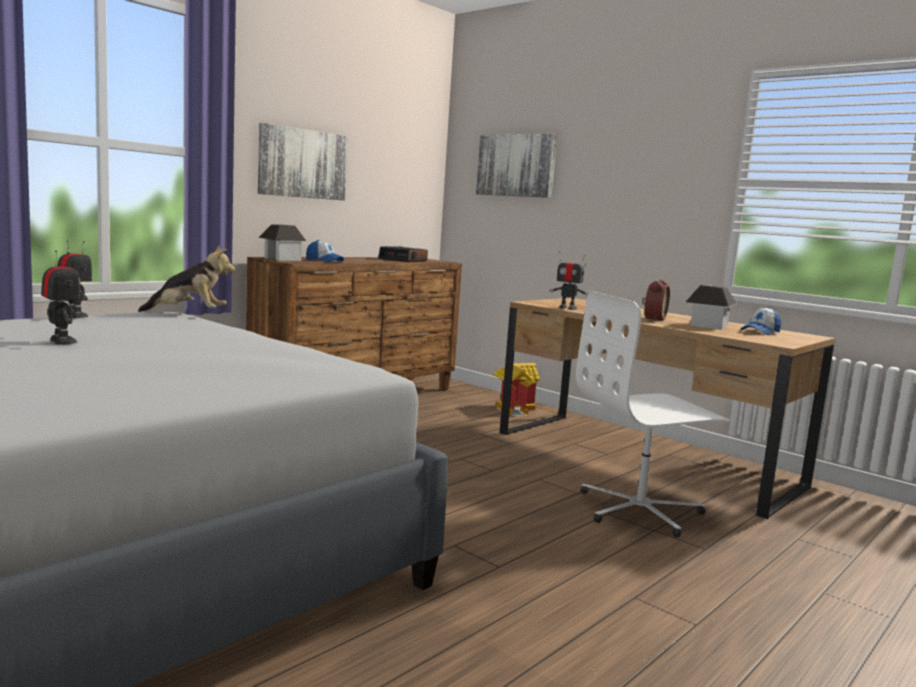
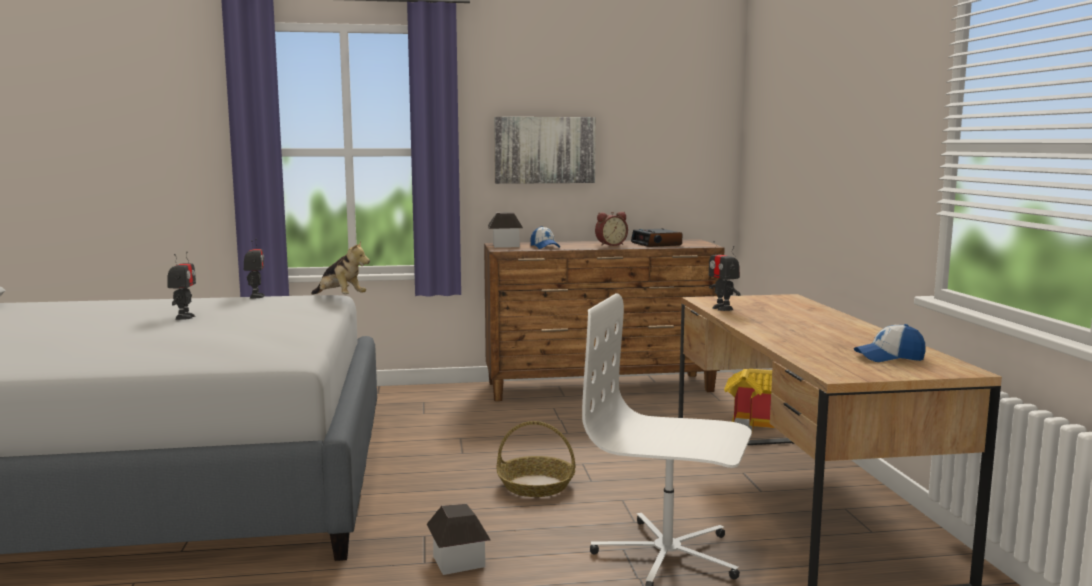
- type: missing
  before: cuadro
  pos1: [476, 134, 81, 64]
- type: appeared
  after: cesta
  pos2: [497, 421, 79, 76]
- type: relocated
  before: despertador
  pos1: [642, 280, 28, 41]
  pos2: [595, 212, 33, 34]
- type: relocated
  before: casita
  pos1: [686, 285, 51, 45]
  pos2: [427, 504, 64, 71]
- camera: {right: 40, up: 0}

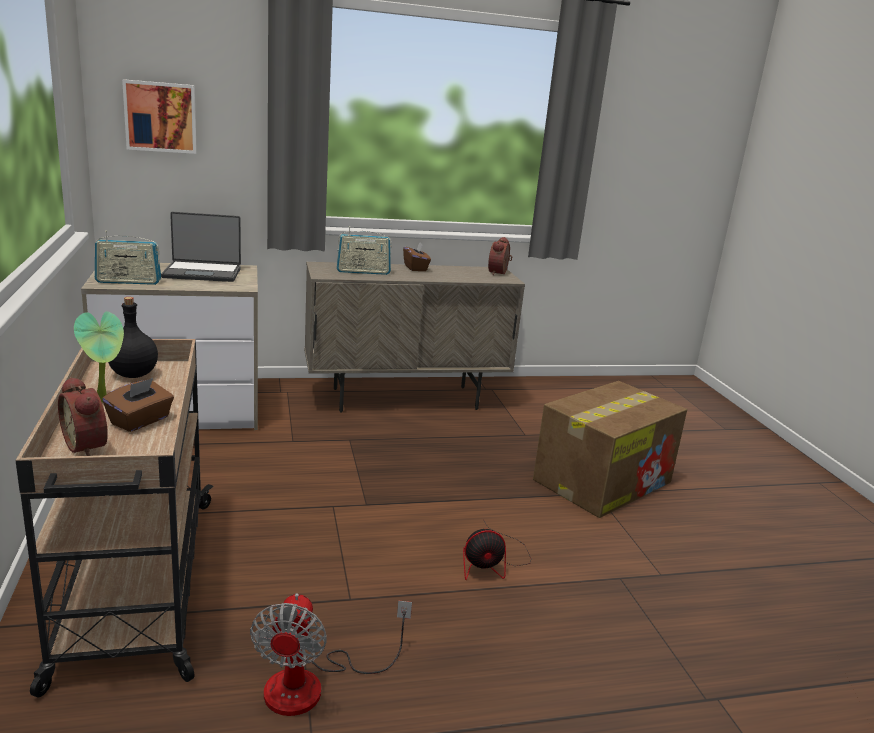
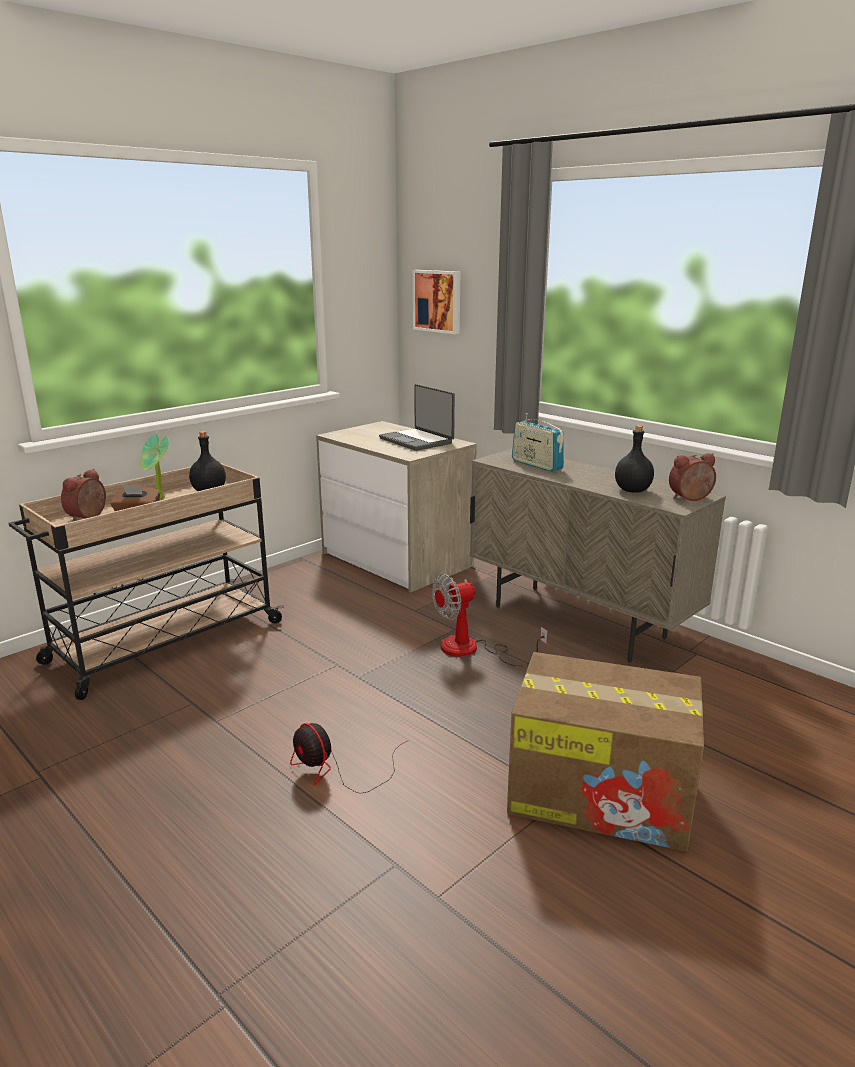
- type: missing
  before: radio
  pos1: [95, 231, 66, 54]
- type: missing
  before: caja de pañuelos [marrón]
  pos1: [403, 242, 28, 29]
- type: appeared
  after: botella [negro]
  pos2: [615, 425, 39, 67]
- type: relocated
  before: ventilador
  pos1: [250, 593, 162, 123]
  pos2: [432, 574, 116, 93]
- camera: {right: 60, up: 0}

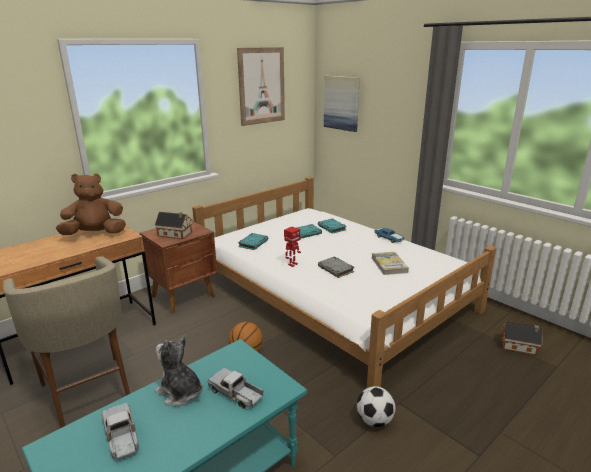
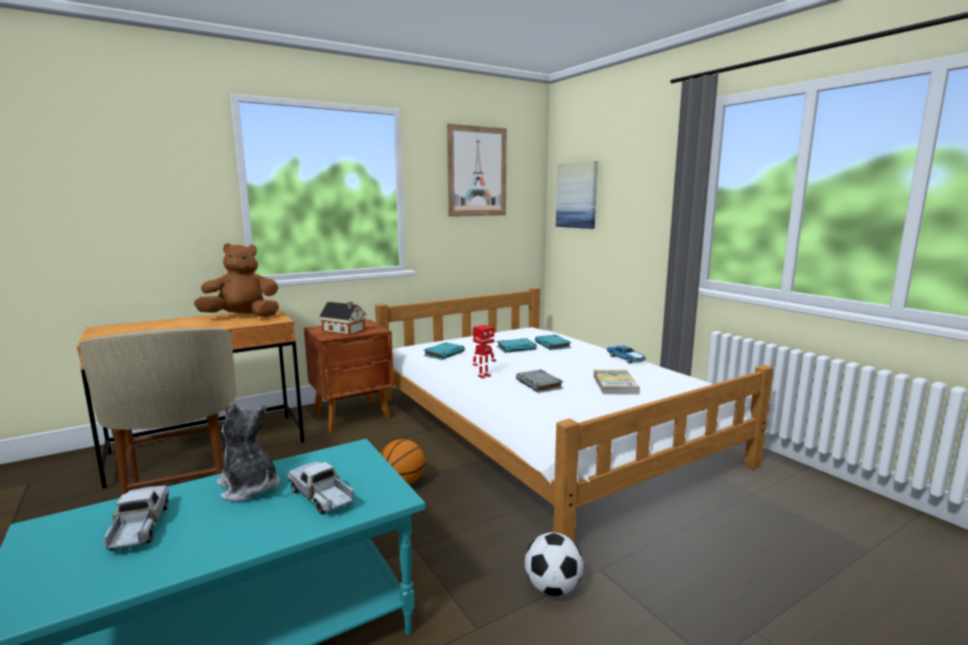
- type: missing
  before: casita
  pos1: [501, 322, 42, 33]
- camera: {right: 10, up: -10}

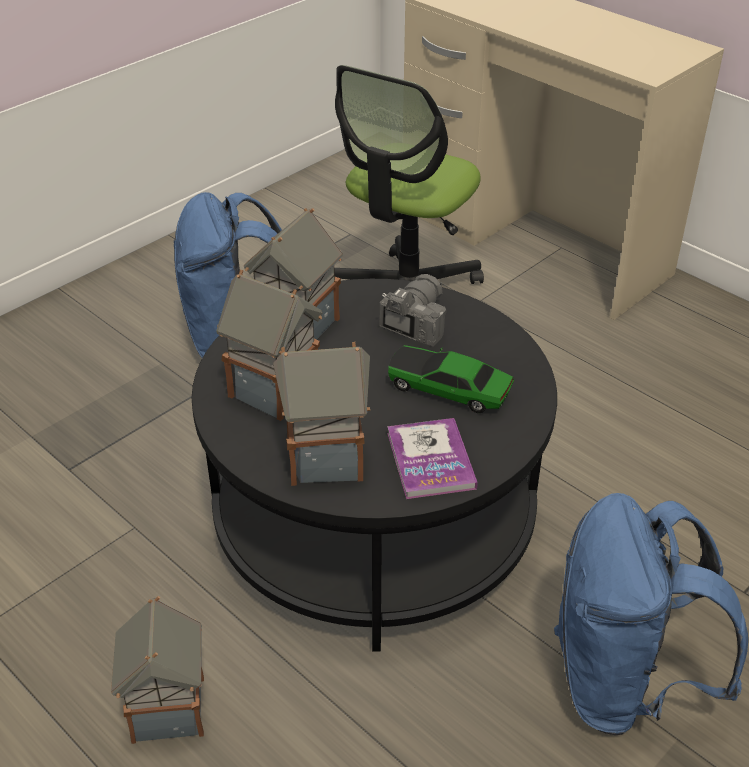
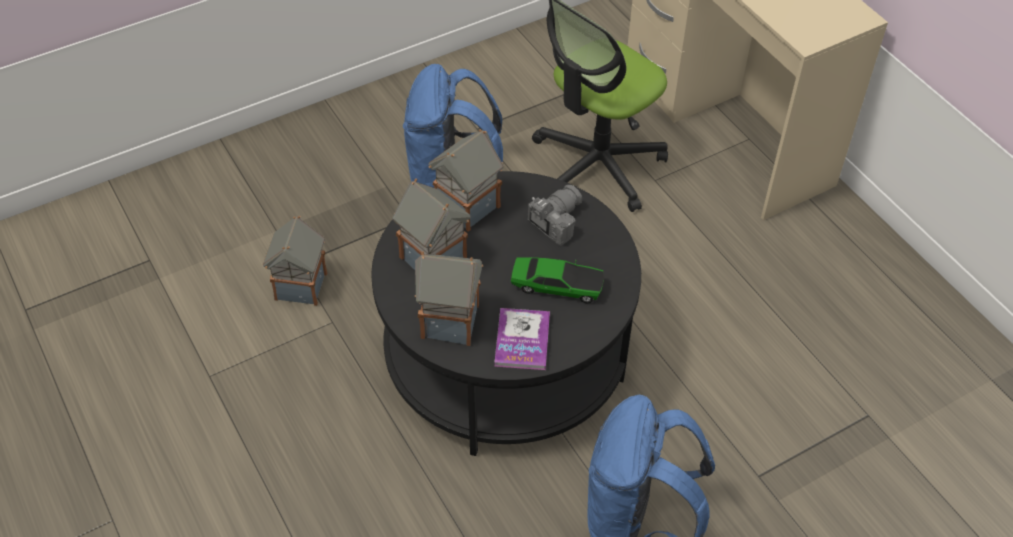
- type: relocated
  before: casita
  pos1: [111, 596, 93, 148]
  pos2: [263, 216, 64, 90]
- type: spun
  before: coche de juguete
  pos1: [388, 345, 126, 68]
  pos2: [511, 257, 93, 47]
  turn: 150
- camera: {right: 15, up: 10}

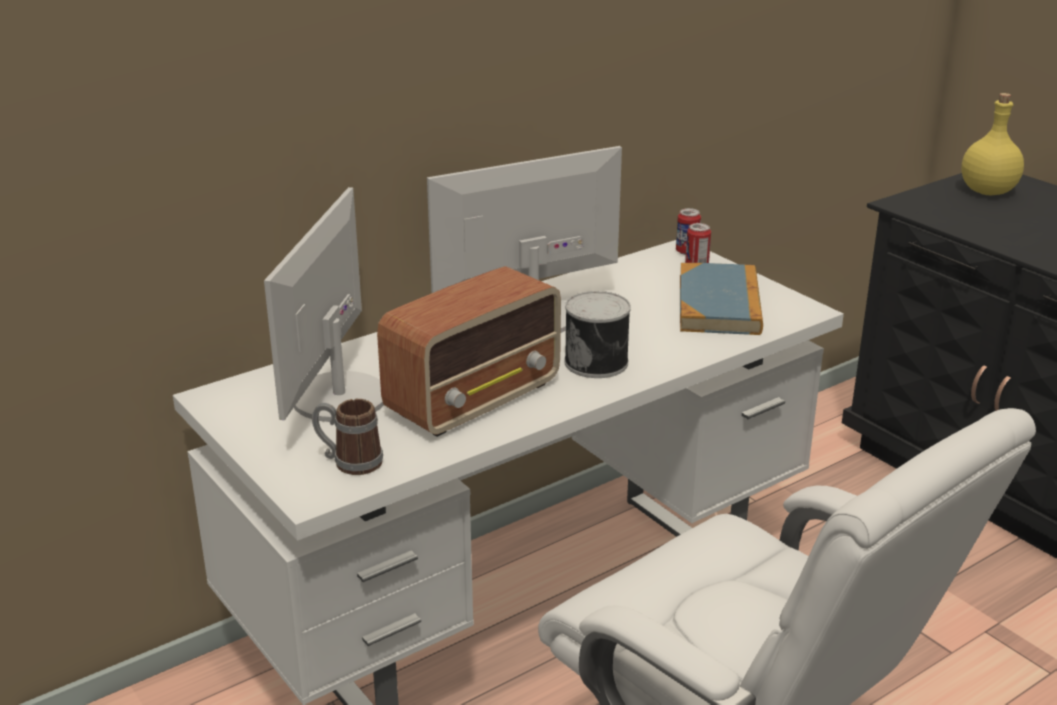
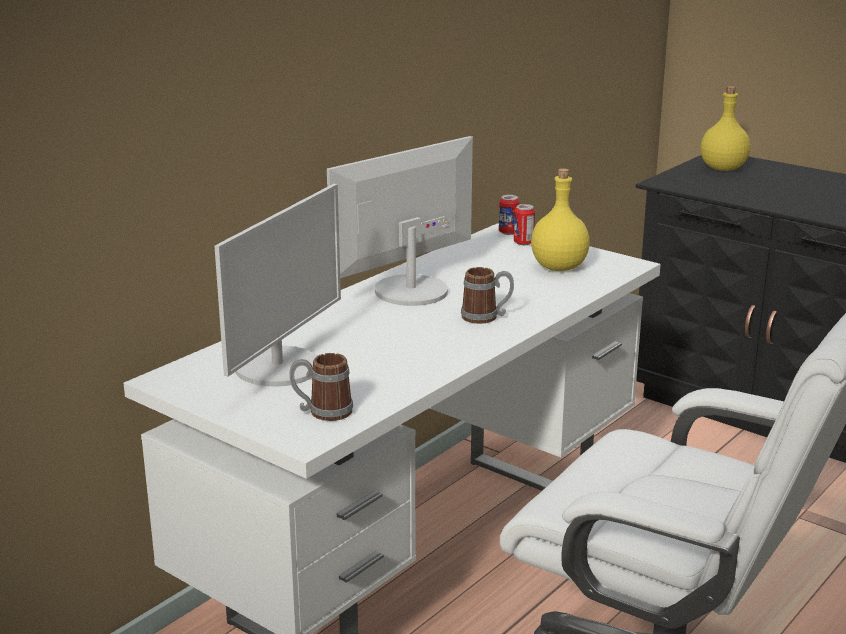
- type: missing
  before: radio
  pos1: [377, 266, 184, 171]
- type: exchanged
  before: lata
  after: taza grande
  pos1: [564, 291, 67, 87]
  pos2: [461, 267, 53, 57]
- type: exchanged
  before: libro
  after: botella [amarillo]
  pos1: [680, 263, 83, 72]
  pos2: [531, 168, 59, 103]
- type: spun
  before: monitor
  pos1: [264, 187, 120, 235]
  pos2: [214, 184, 127, 202]
  turn: -150
- camera: {right: -15, up: -5}

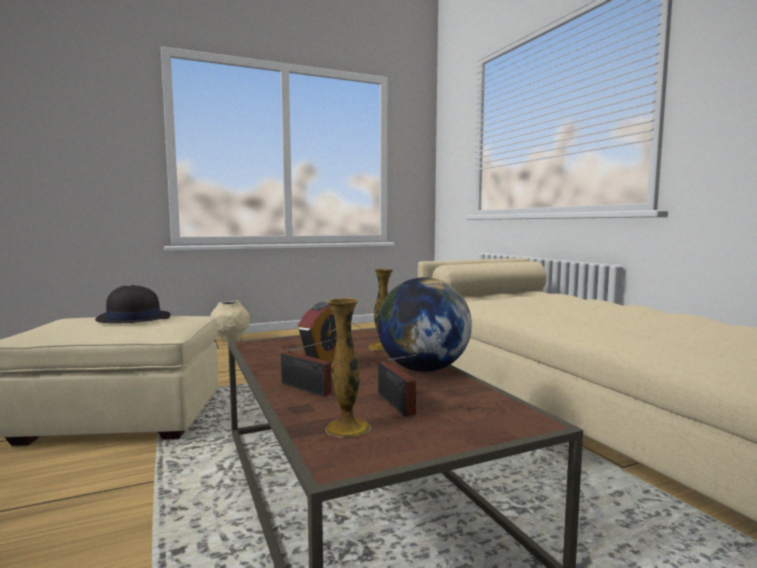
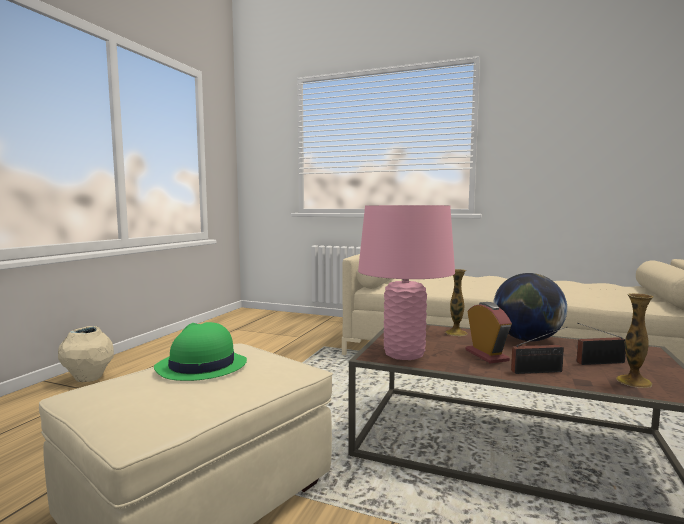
- type: appeared
  after: lámpara de mesa [rosa]
  pos2: [358, 205, 97, 155]
- type: colour
  before: sombrero [negro]
  after: sombrero [verde]
  pos1: [95, 285, 76, 39]
  pos2: [154, 322, 93, 59]
- type: spun
  before: radio
  pos1: [378, 354, 40, 63]
  pos2: [577, 323, 49, 42]
  turn: 150
- camera: {right: -45, up: 0}

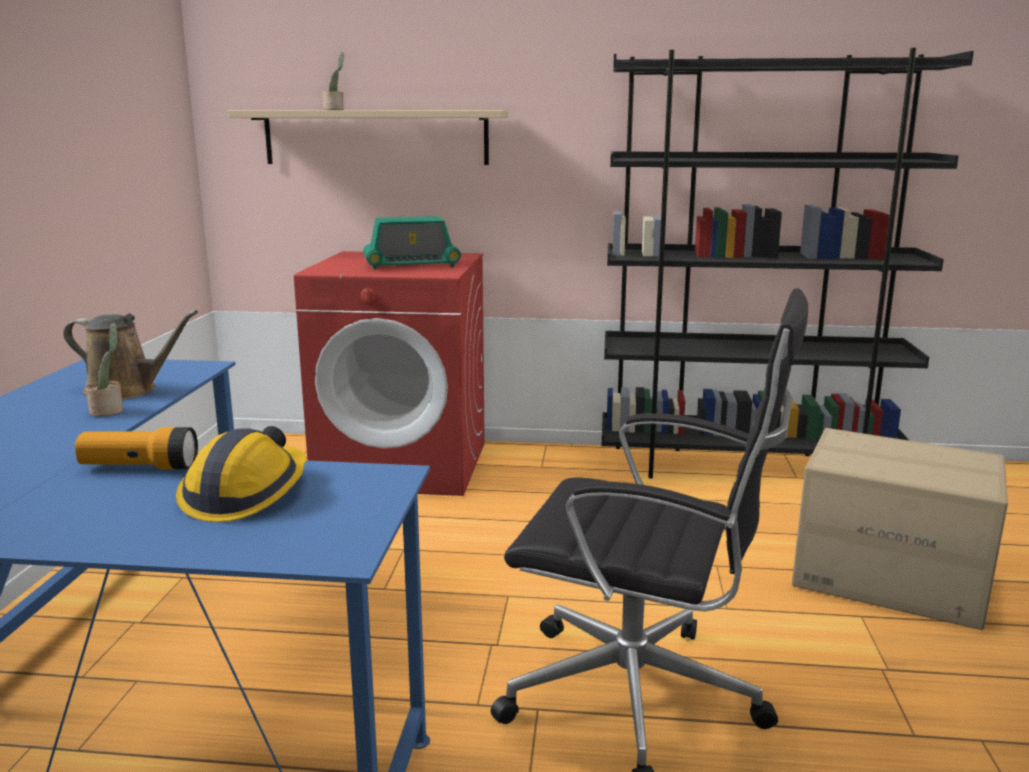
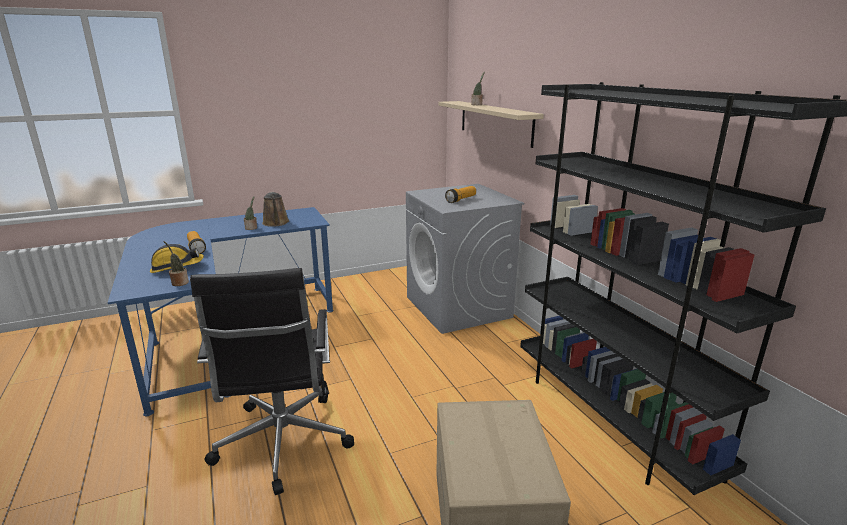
- type: appeared
  after: planta en maceta
  pos2: [163, 241, 26, 45]
- type: exchanged
  before: radio
  after: linterna
  pos1: [363, 216, 98, 54]
  pos2: [445, 186, 31, 17]
- type: colour
  before: lavadora [rojo]
  after: lavadora [gris]
  pos1: [294, 251, 191, 245]
  pos2: [406, 184, 119, 150]
- camera: {right: 60, up: 5}

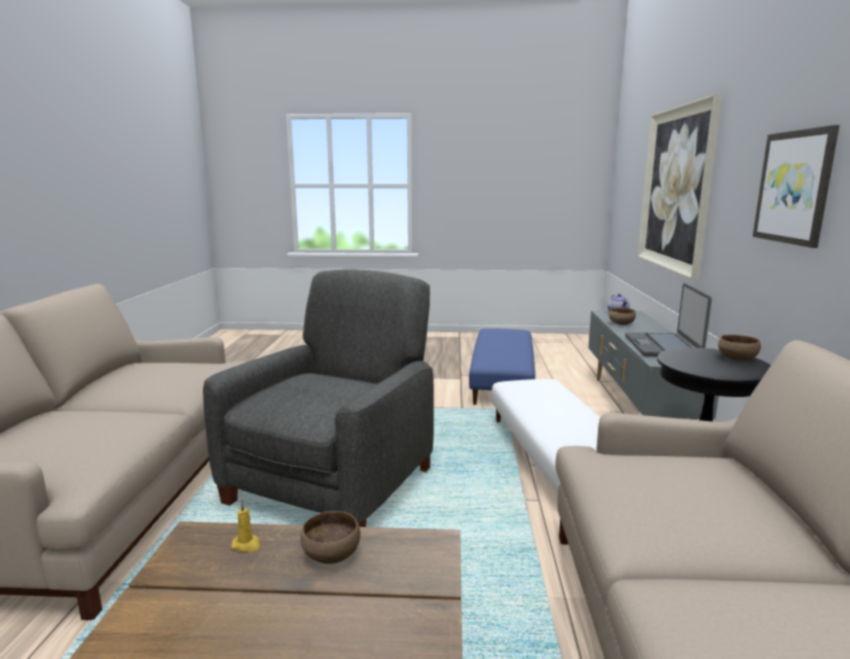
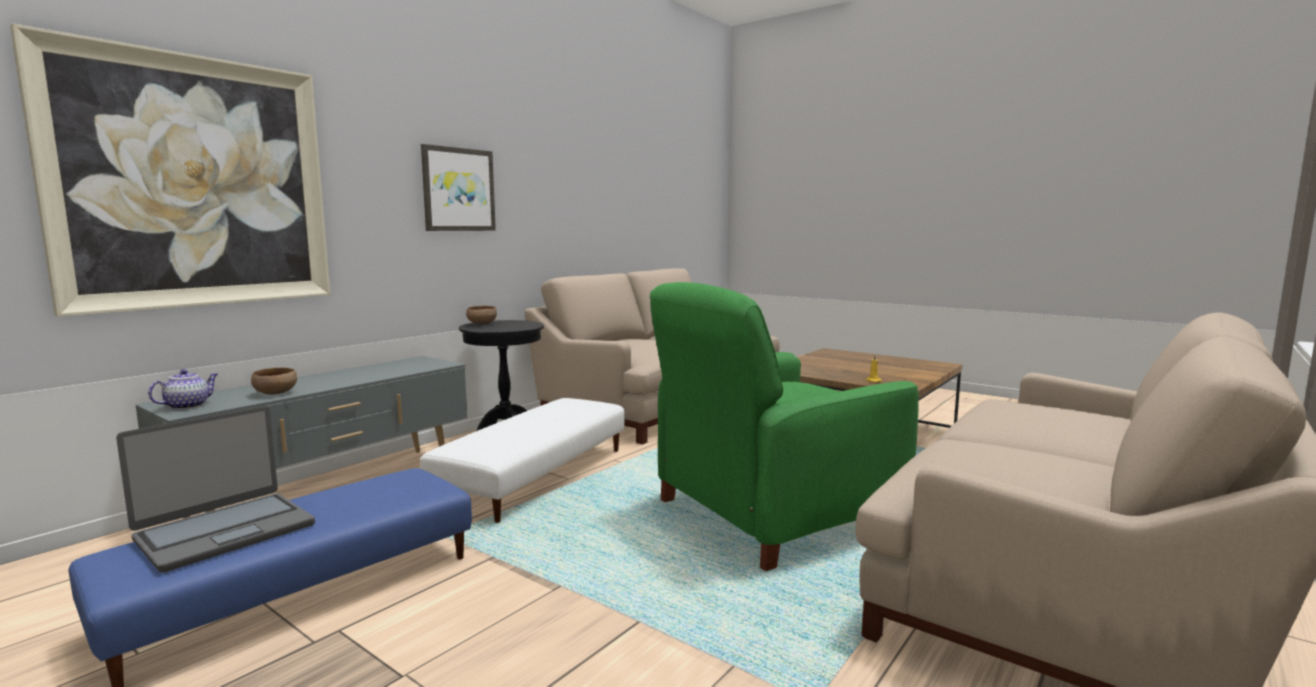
- type: missing
  before: cuenco [marrón]
  pos1: [300, 511, 60, 53]
- type: relocated
  before: portátil
  pos1: [625, 283, 87, 73]
  pos2: [116, 406, 199, 167]
- type: colour
  before: sillón [gris]
  after: sillón [verde]
  pos1: [203, 270, 231, 257]
  pos2: [650, 282, 269, 289]
- camera: {right: -145, up: -5}

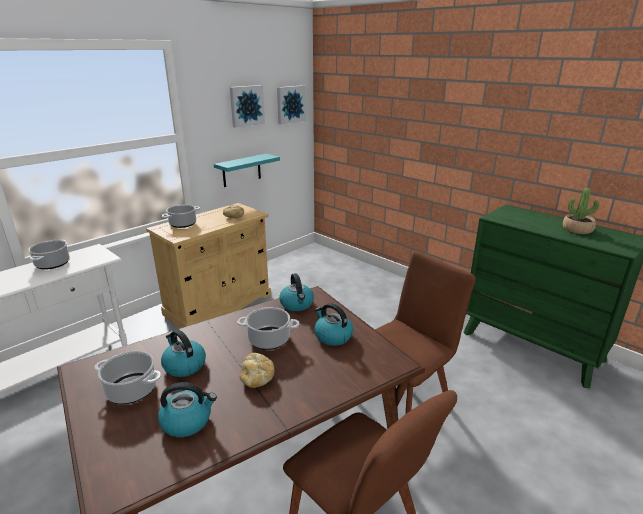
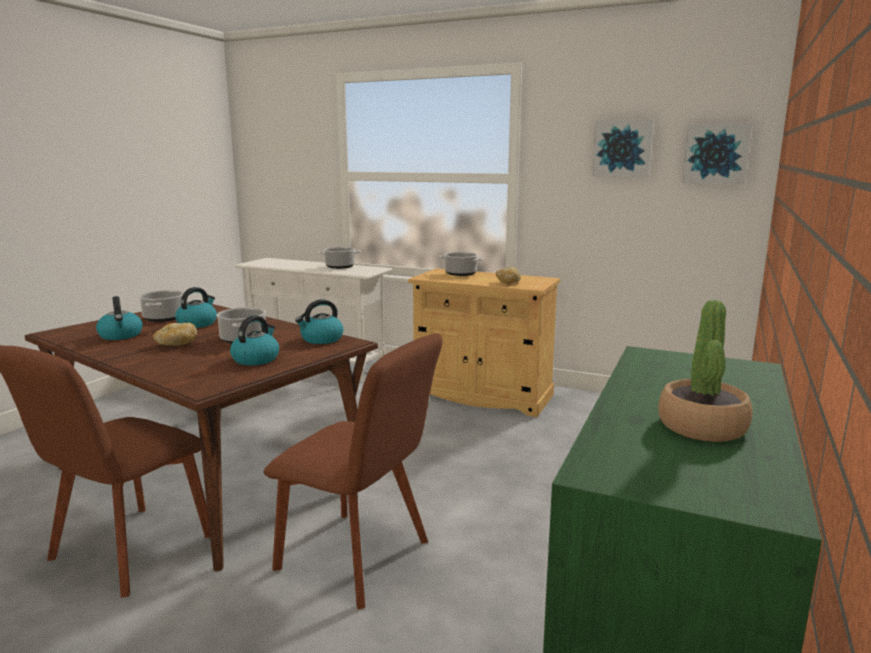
- type: missing
  before: estante [turquesa]
  pos1: [214, 154, 66, 33]
- camera: {right: 70, up: -10}

